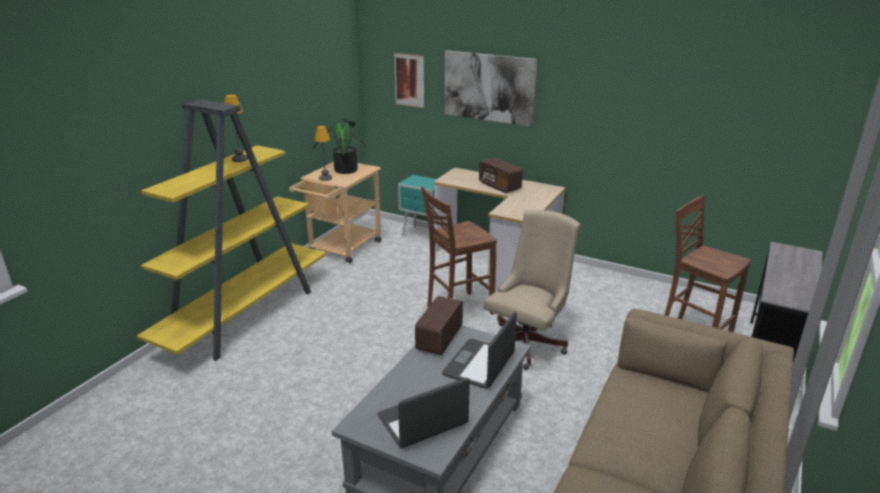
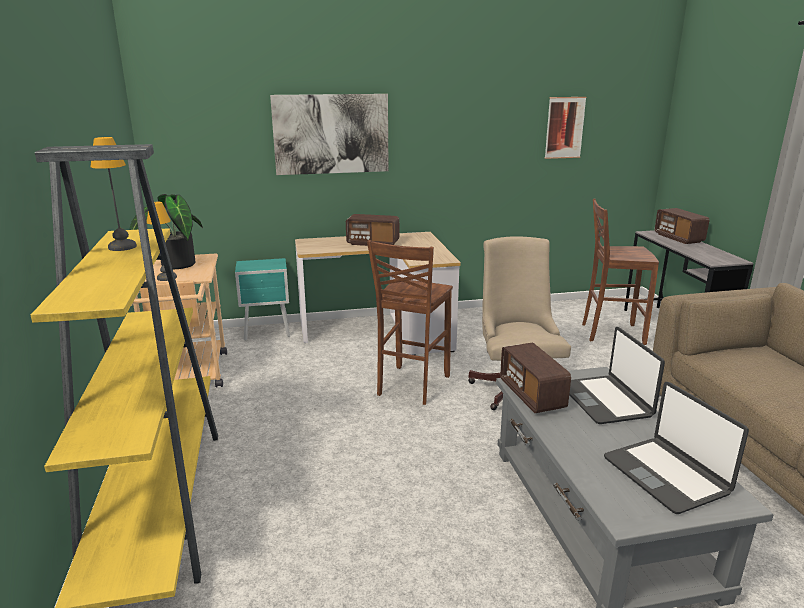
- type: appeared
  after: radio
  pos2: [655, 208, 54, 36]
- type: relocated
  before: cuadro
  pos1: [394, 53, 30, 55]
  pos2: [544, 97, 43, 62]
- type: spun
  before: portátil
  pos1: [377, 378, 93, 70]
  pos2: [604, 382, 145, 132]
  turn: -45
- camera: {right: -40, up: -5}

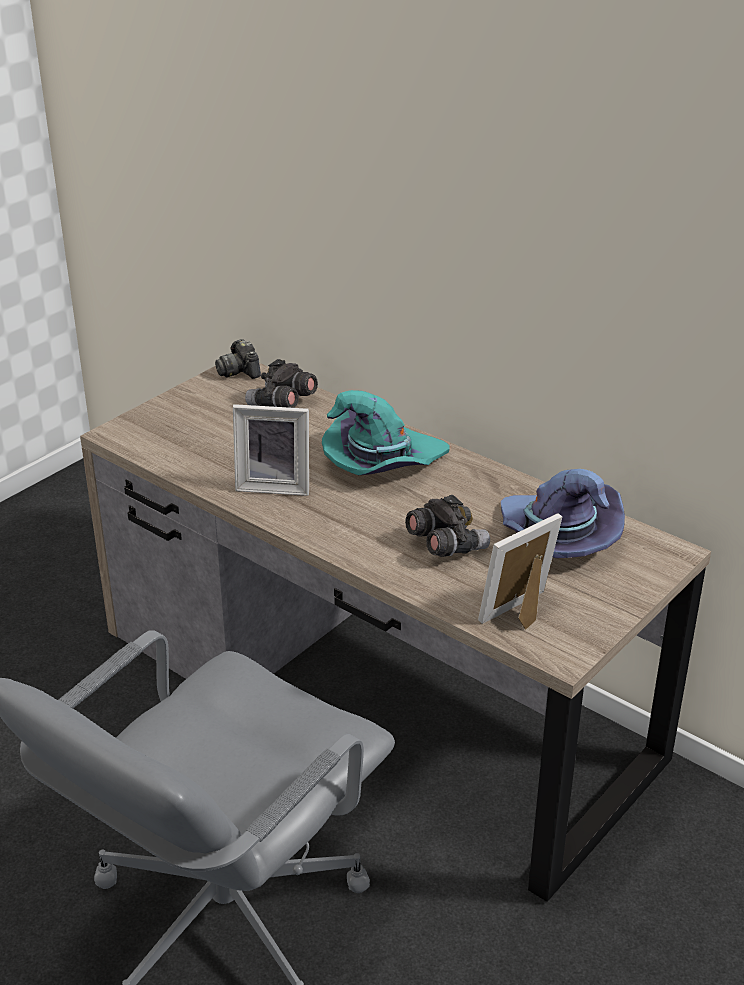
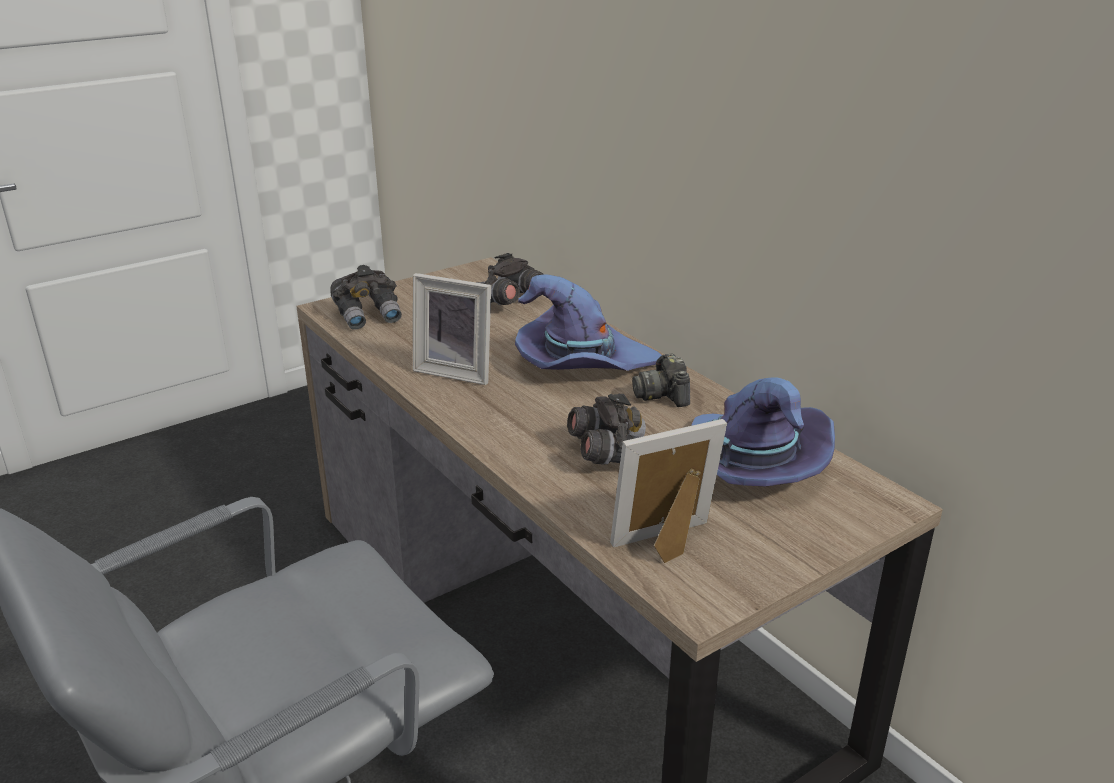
- type: appeared
  after: prismáticos [gris]
  pos2: [331, 265, 71, 65]
- type: relocated
  before: cámara
  pos1: [215, 339, 46, 40]
  pos2: [632, 353, 58, 54]
- type: colour
  before: sombrero [turquesa]
  after: sombrero [morado]
  pos1: [322, 390, 128, 85]
  pos2: [515, 274, 147, 97]
- camera: {right: 15, up: -5}

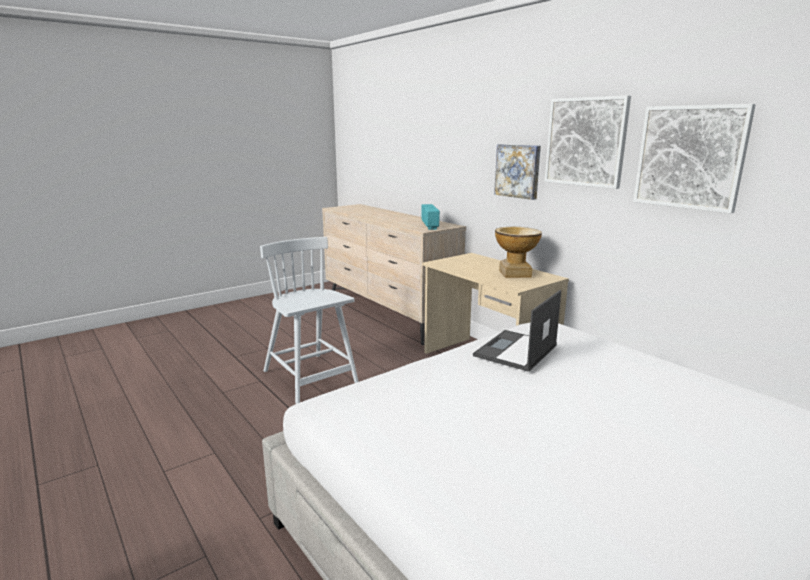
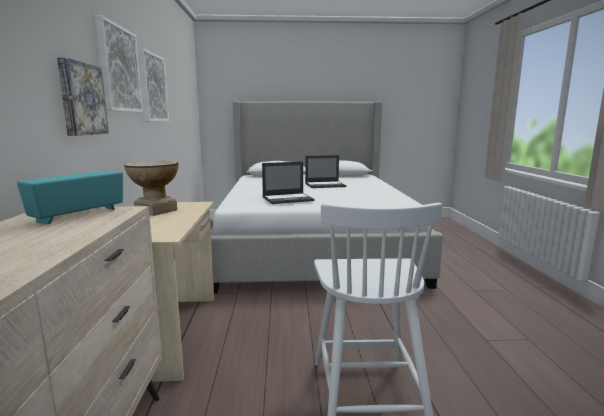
- type: appeared
  after: portátil
  pos2: [305, 155, 42, 33]
- camera: {right: -145, up: -5}

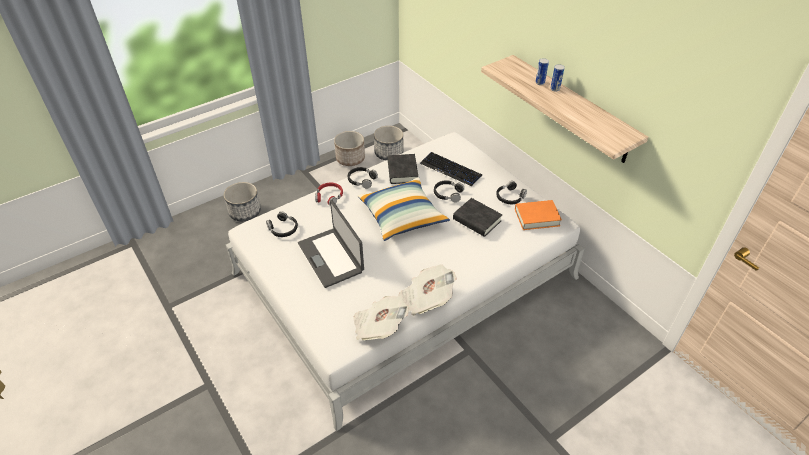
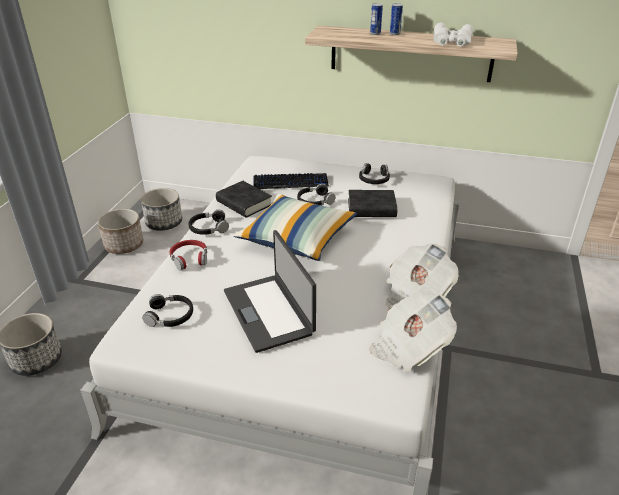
- type: missing
  before: libro [naranja]
  pos1: [515, 200, 47, 30]
- type: appeared
  after: prismáticos [blanco]
  pos2: [433, 23, 40, 23]
- type: spun
  before: portátil
  pos1: [298, 200, 66, 88]
  pos2: [224, 230, 92, 123]
  turn: 45
- camera: {right: -40, up: -10}

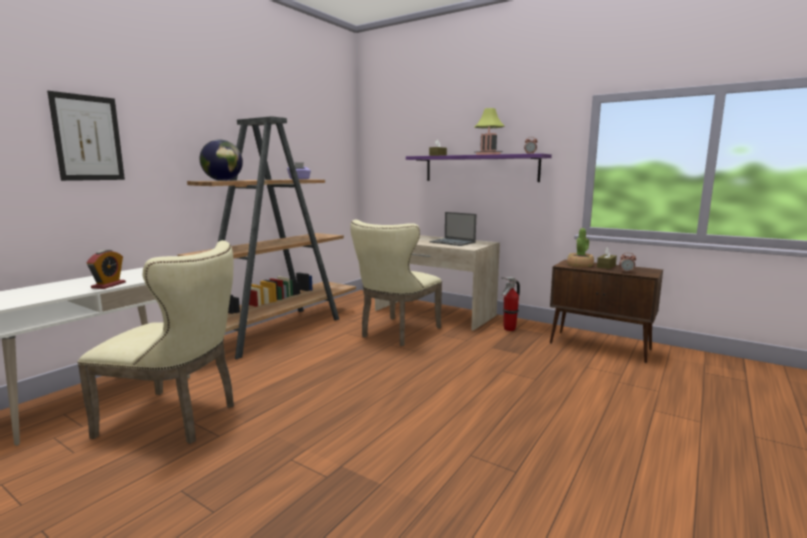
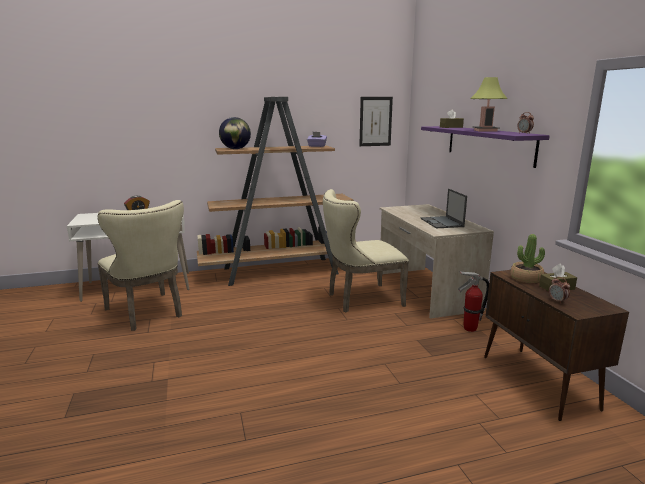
- type: relocated
  before: cuadro
  pos1: [47, 91, 78, 90]
  pos2: [359, 97, 34, 49]
- camera: {right: 40, up: 5}

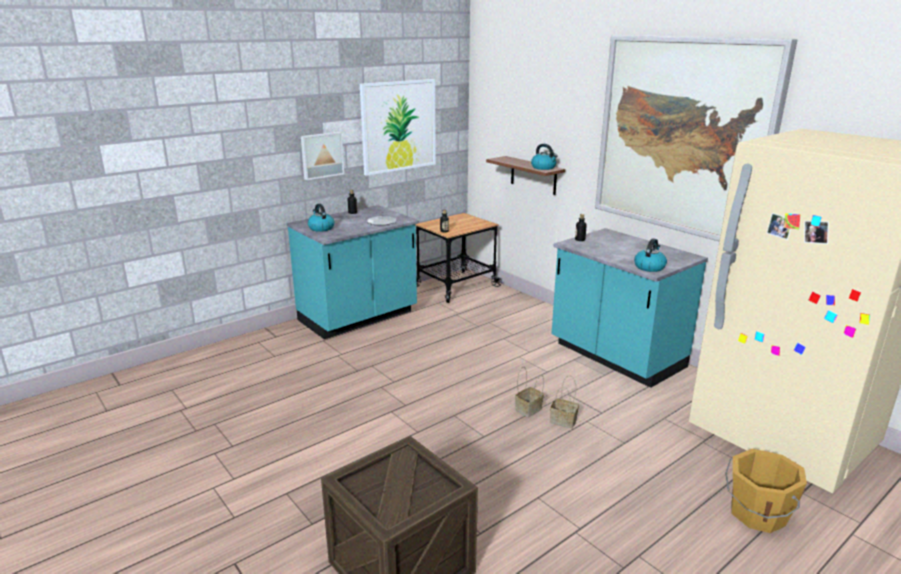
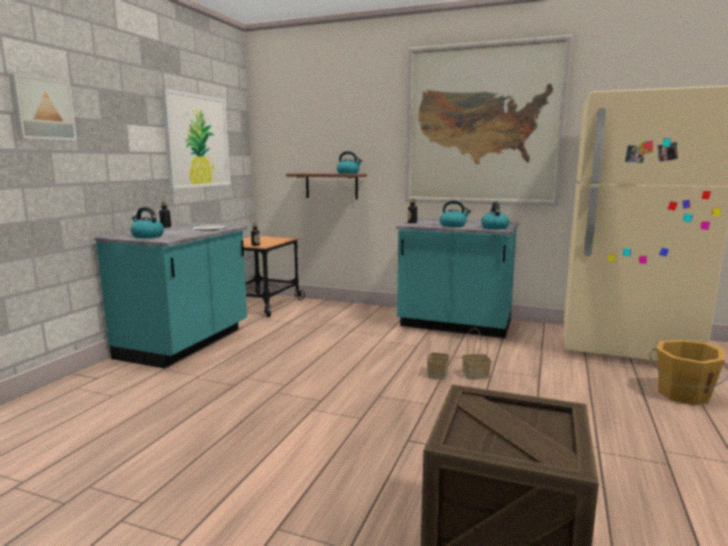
- type: appeared
  after: hervidor
  pos2: [440, 200, 31, 27]
- type: relocated
  before: cuadro
  pos1: [301, 132, 43, 48]
  pos2: [9, 73, 68, 68]
- camera: {right: -30, up: -10}

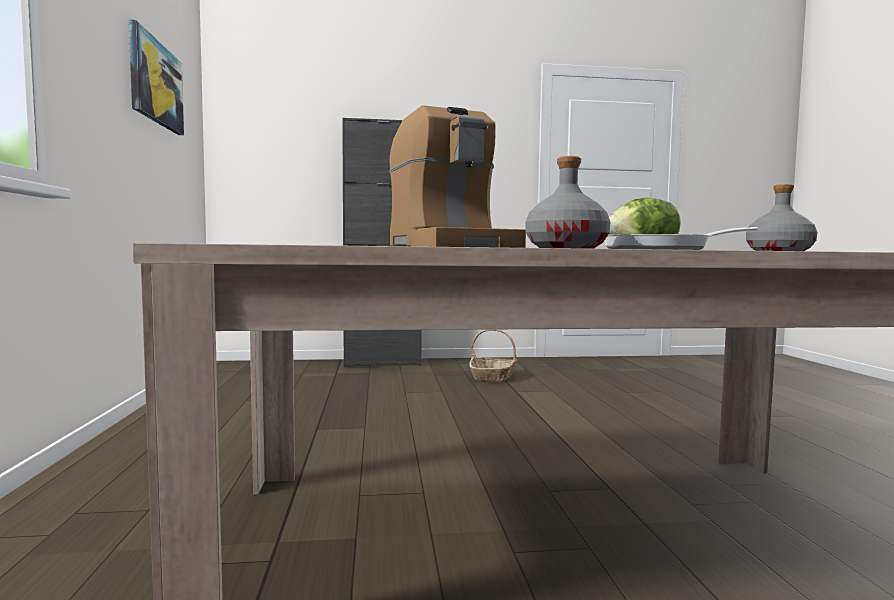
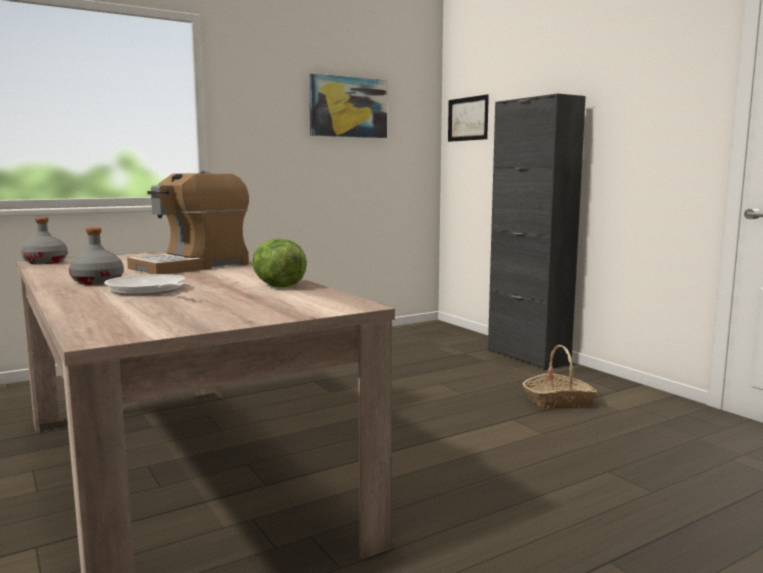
- type: appeared
  after: cuadro
  pos2: [448, 94, 41, 48]
- type: relocated
  before: botella [gris]
  pos1: [746, 184, 71, 67]
  pos2: [21, 217, 47, 47]
- camera: {right: 65, up: 5}

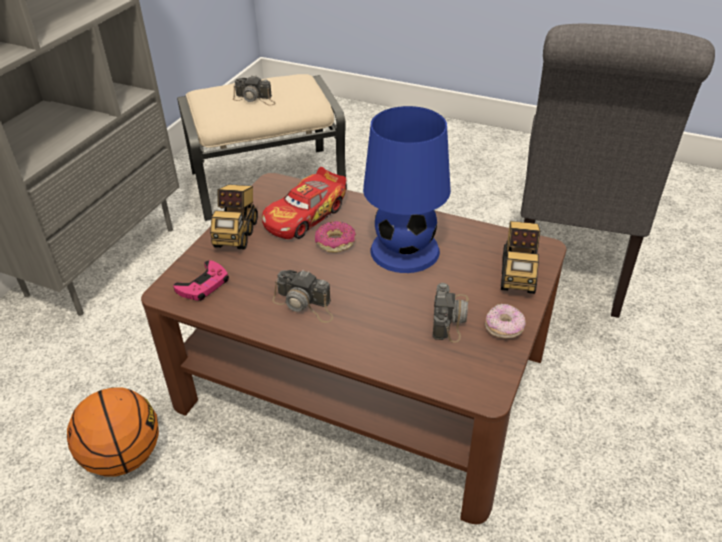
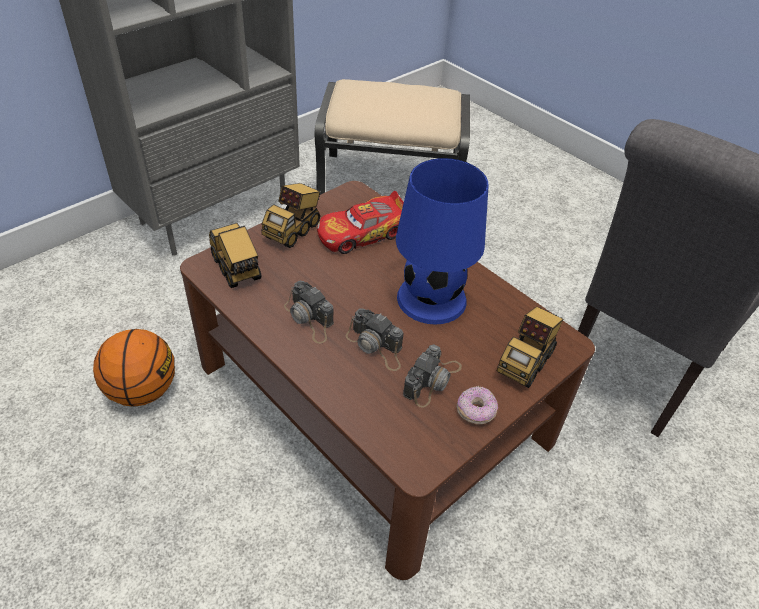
- type: missing
  before: rosquilla
  pos1: [315, 221, 41, 31]
- type: relocated
  before: cámara
  pos1: [233, 75, 42, 30]
  pos2: [345, 309, 58, 62]
- type: exchanged
  before: mando de consola [rosa]
  after: camión de juguete
  pos1: [173, 260, 56, 41]
  pos2: [209, 223, 53, 65]
- camera: {right: 20, up: 5}

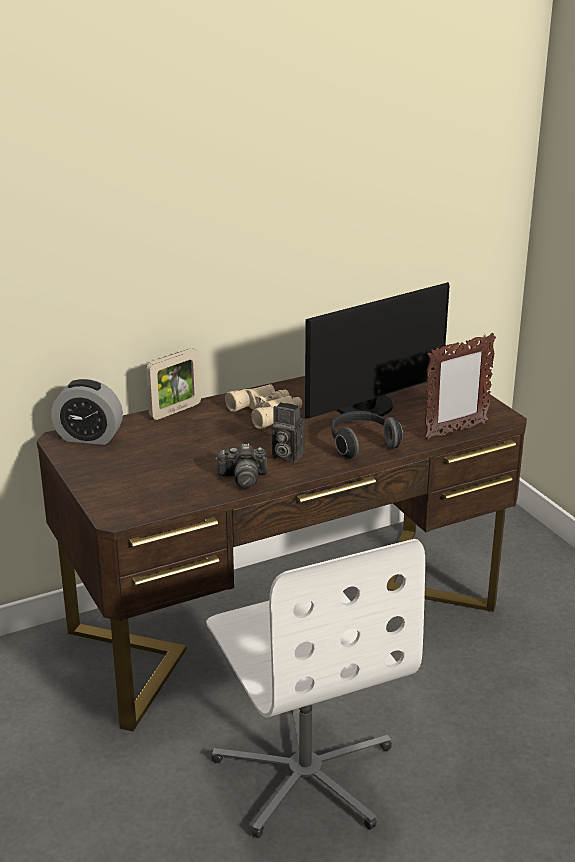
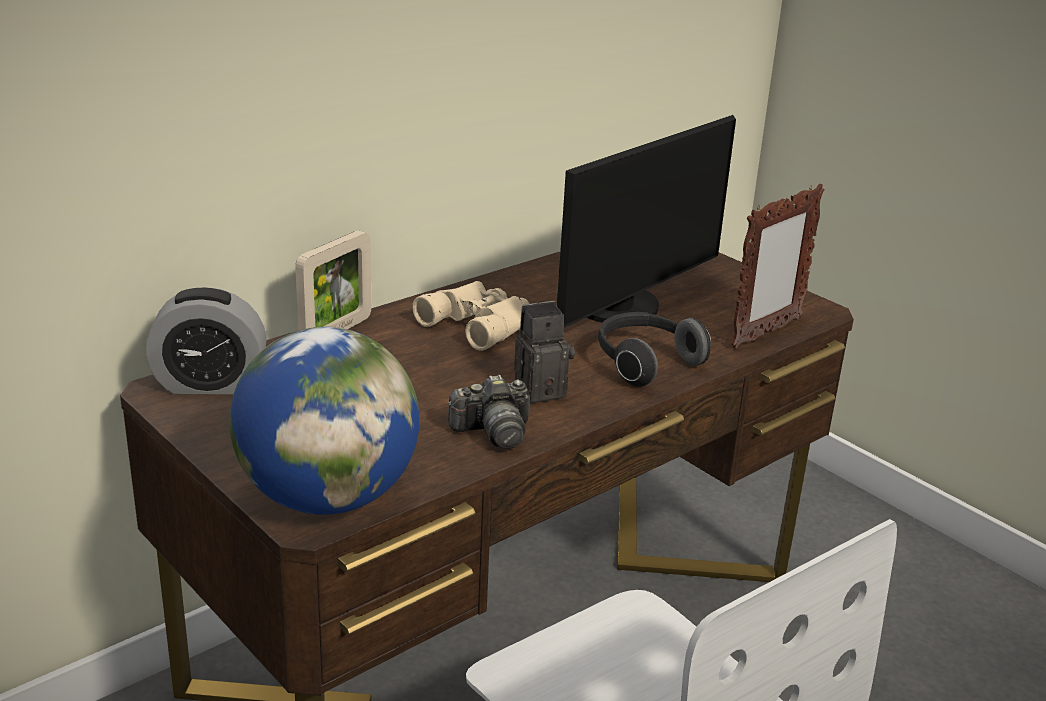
- type: appeared
  after: globo terráqueo
  pos2: [229, 327, 190, 188]
- type: spun
  before: cámara
  pos1: [272, 402, 33, 61]
  pos2: [514, 301, 61, 102]
  turn: 150
- camera: {right: -15, up: 0}

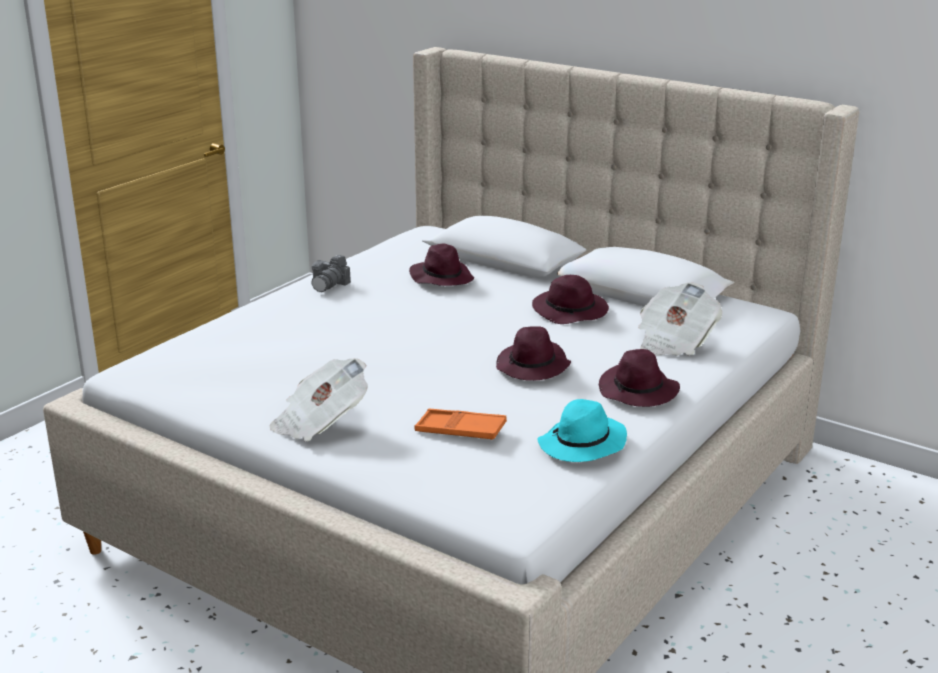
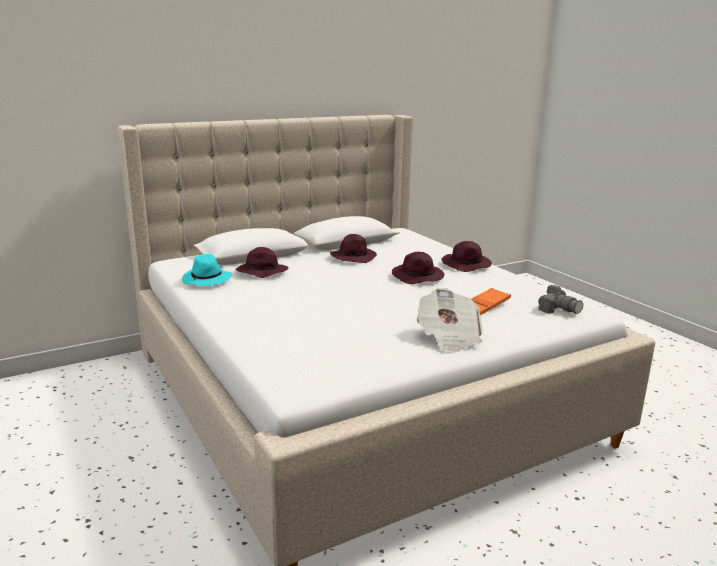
- type: missing
  before: periódico
  pos1: [638, 282, 85, 74]
- type: relocated
  before: cámara
  pos1: [311, 255, 40, 37]
  pos2: [538, 285, 46, 29]
- type: relocated
  before: sombrero [turquesa]
  pos1: [538, 399, 89, 63]
  pos2: [182, 254, 50, 32]
- camera: {right: -65, up: -5}

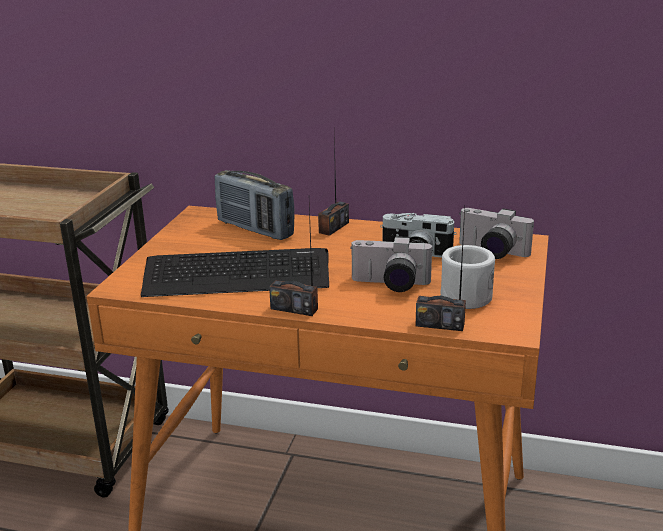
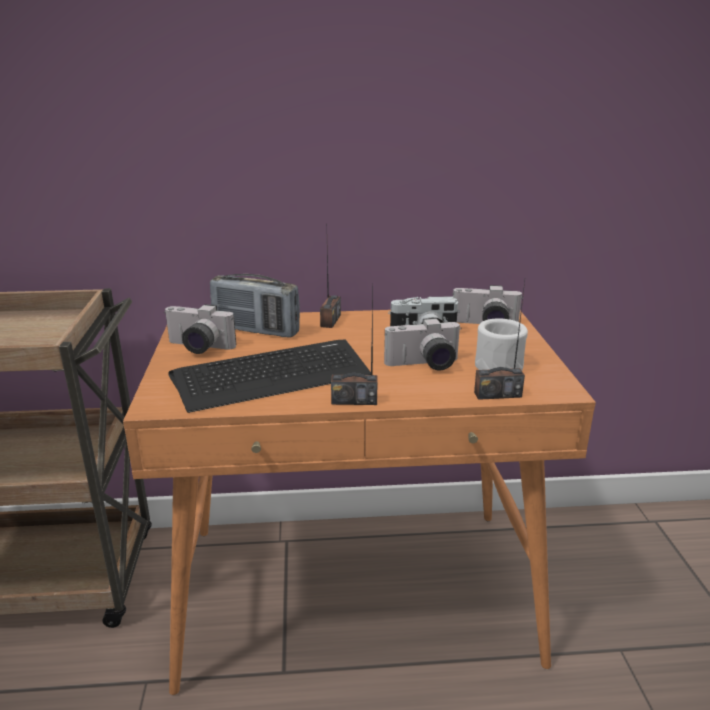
- type: appeared
  after: cámara
  pos2: [164, 304, 72, 50]
- camera: {right: -20, up: 0}

